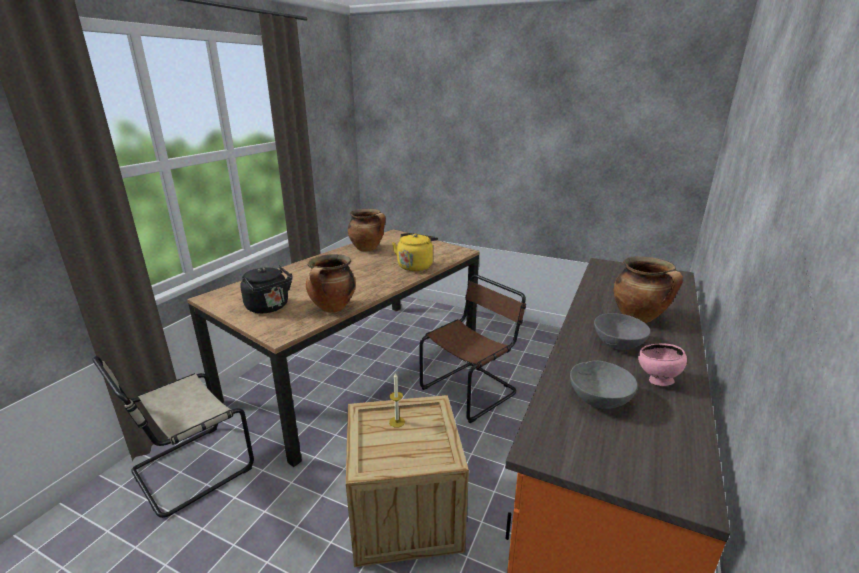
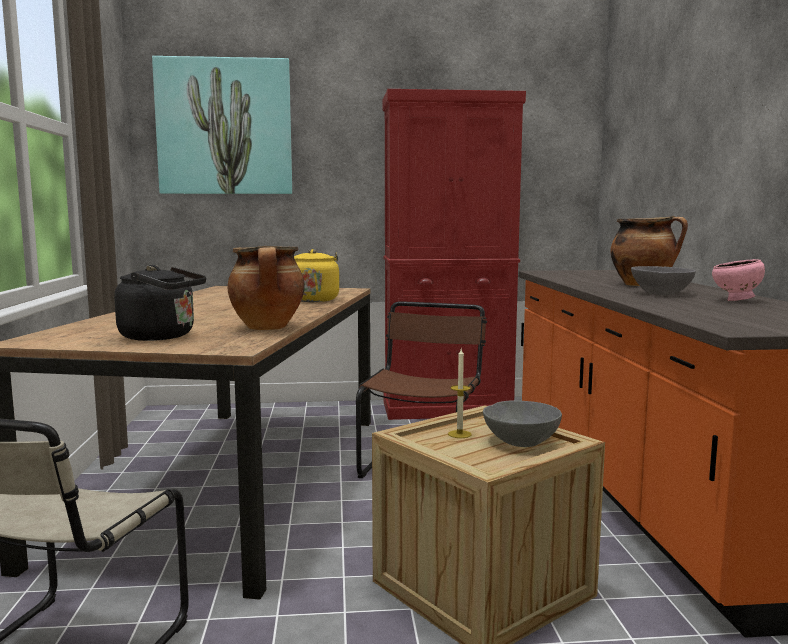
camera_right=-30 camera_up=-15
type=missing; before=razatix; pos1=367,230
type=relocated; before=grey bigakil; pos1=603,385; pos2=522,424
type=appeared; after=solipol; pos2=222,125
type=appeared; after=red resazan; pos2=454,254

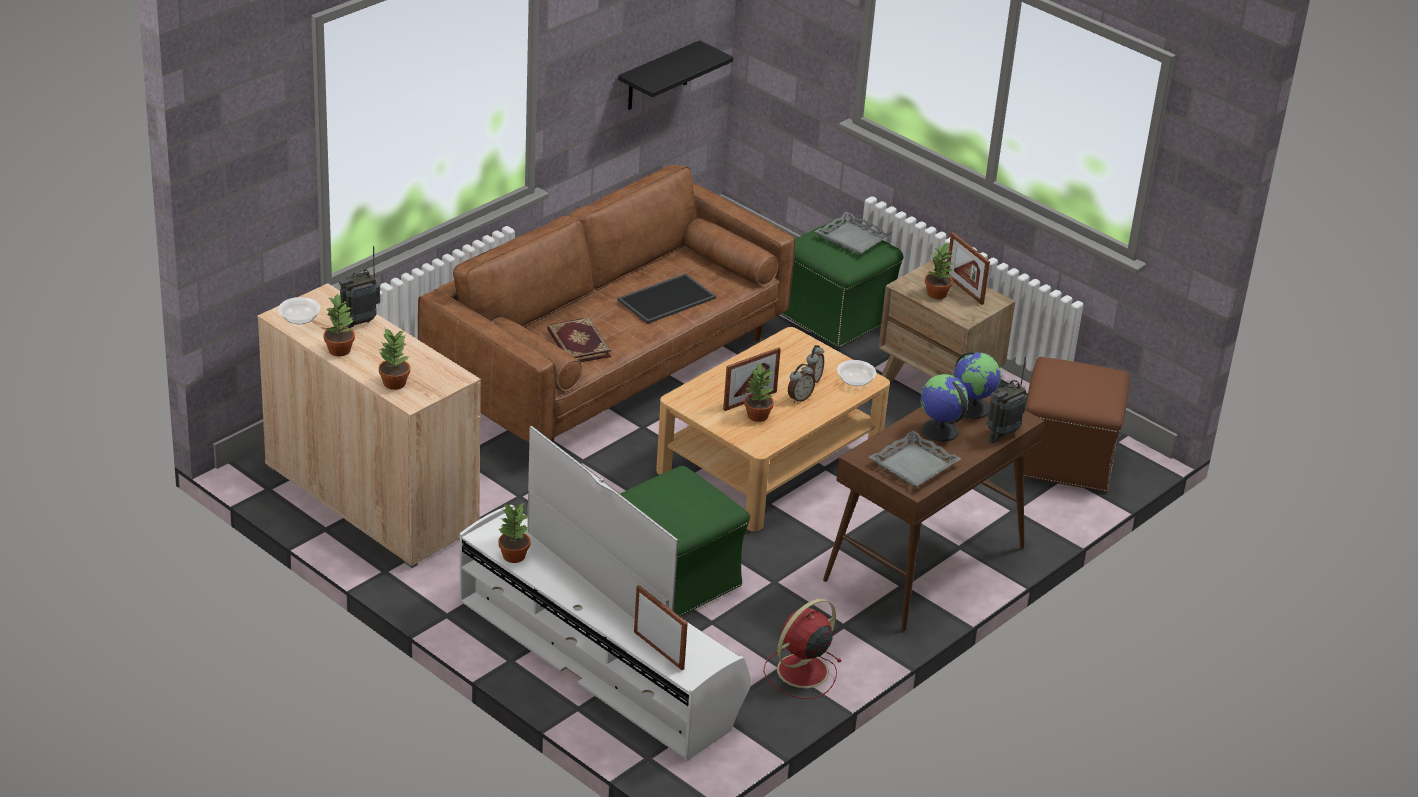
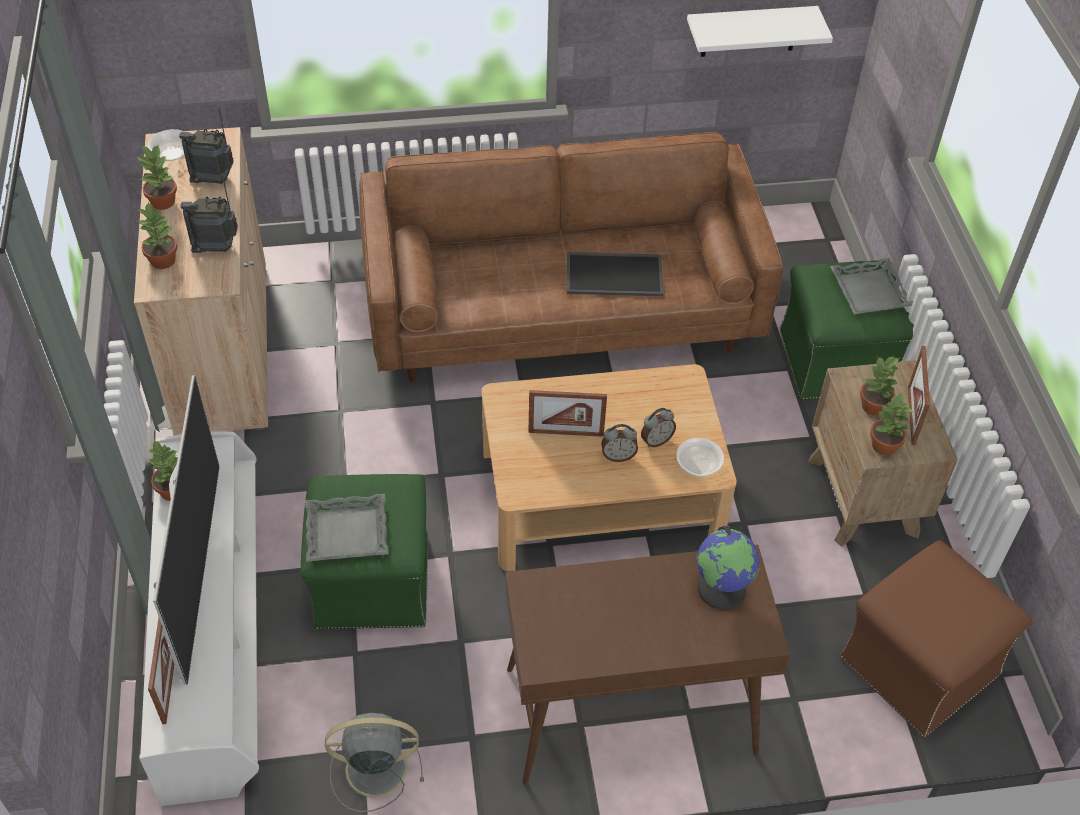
camera_right=40 camera_up=15
type=missing; before=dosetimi; pos1=579,339
type=colour; before=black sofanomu; after=white sofanomu; pos1=676,75; pos2=760,31
type=relocated; before=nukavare; pos1=759,392; pos2=891,424
type=colour; before=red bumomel; after=grey bumomel; pos1=802,649; pos2=374,762
type=relocated; before=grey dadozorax; pos1=915,459; pos2=347,528
type=missing; before=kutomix; pos1=944,408
type=relocated; before=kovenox; pos1=1007,399; pos2=209,214

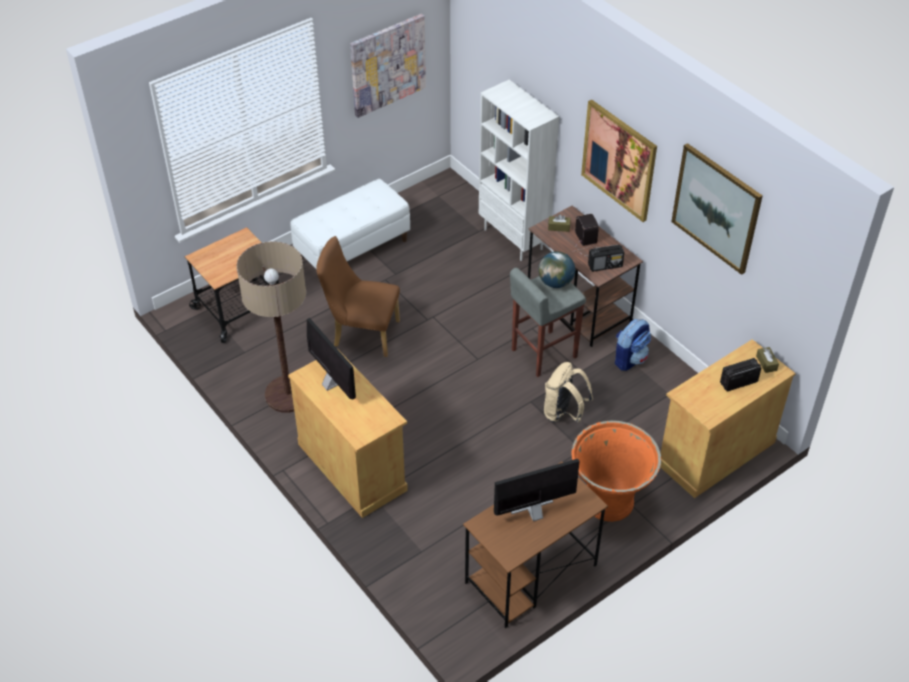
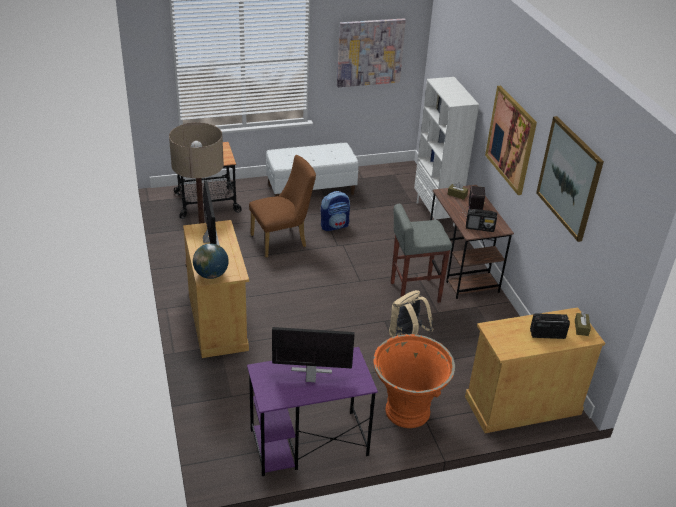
camera_right=20 camera_up=-10
type=spun; before=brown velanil; pos1=358,296; pos2=282,206; turn=120
type=colour; before=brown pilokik; after=purple pilokik; pos1=535,544; pos2=312,411
type=relocated; before=kutomix; pos1=557,269; pos2=211,261
type=relocated; before=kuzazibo; pos1=633,345; pos2=335,211

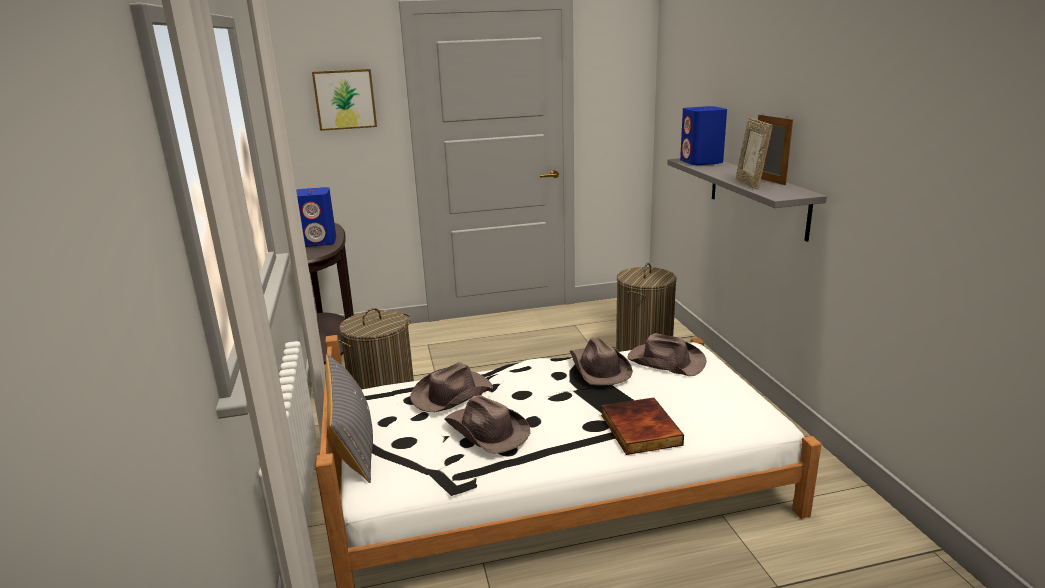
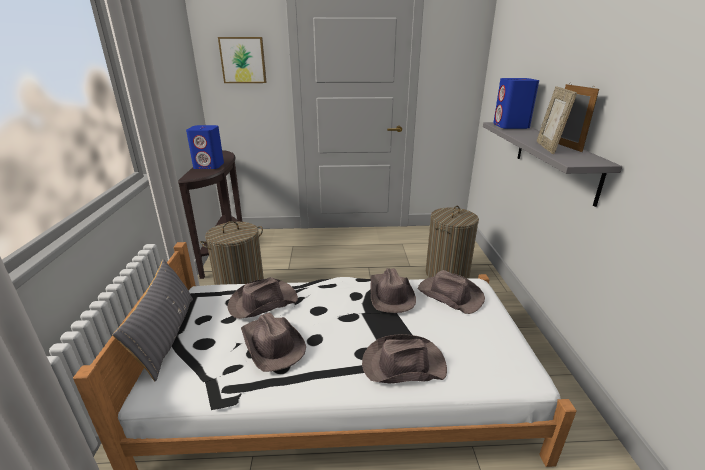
camera_right=10 camera_up=5
type=exchanged; before=dosetimi; after=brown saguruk; pos1=642,426; pos2=404,358

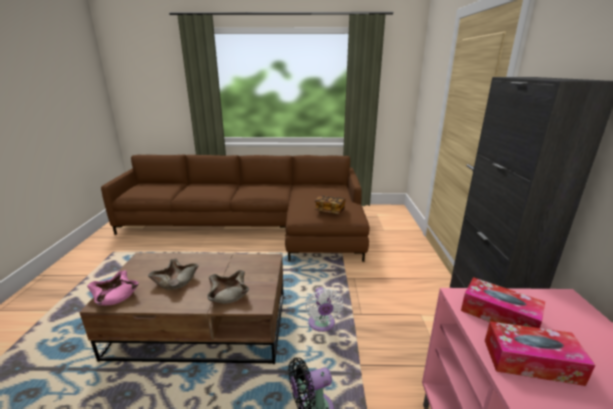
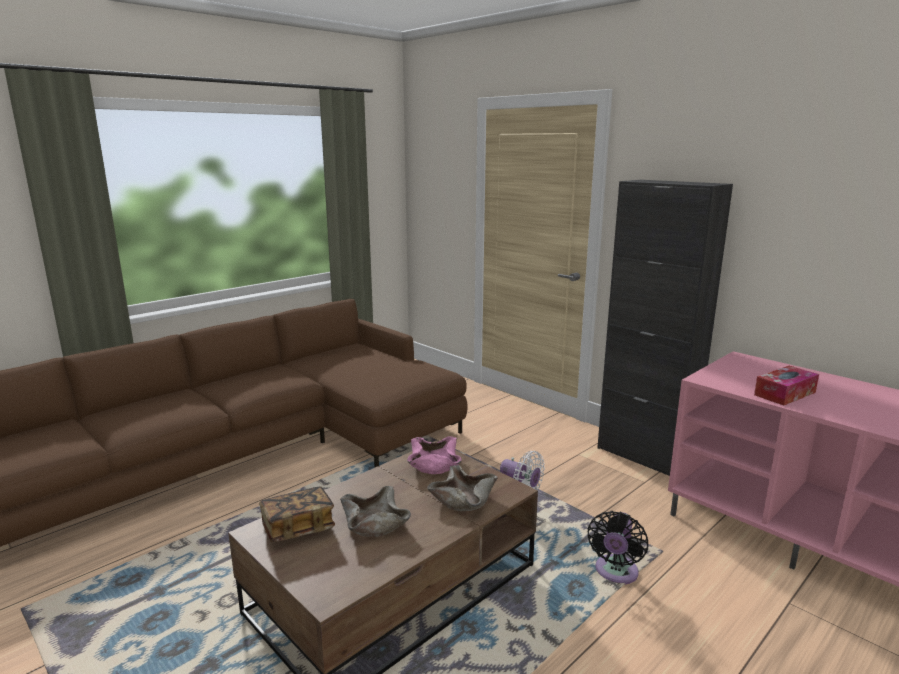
camera_right=-45 camera_up=-5
type=relocated; before=pink bigakil; pos1=113,288; pos2=434,455
type=relocated; before=dosetimi; pos1=329,205; pos2=297,514
type=missing; before=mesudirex; pos1=503,302

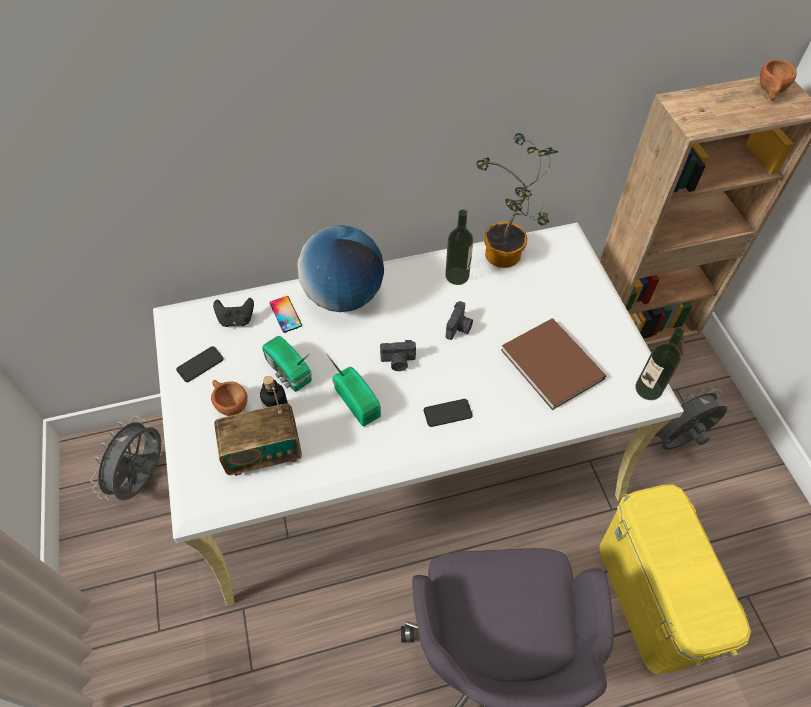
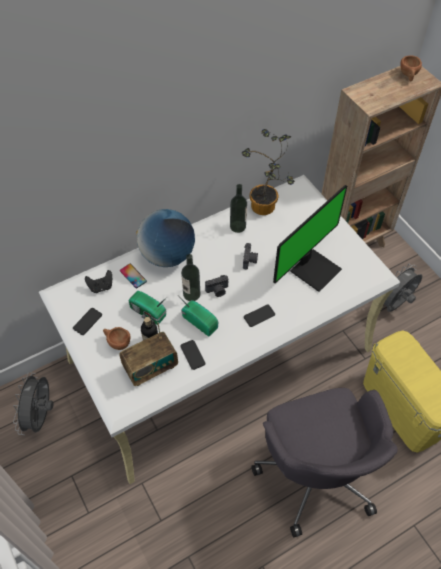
camera_right=-15 camera_up=0
type=exchanged; before=brown dosetimi; after=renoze; pos1=553,364; pos2=310,238
type=relocated; before=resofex; pos1=660,364; pos2=191,277
type=appeared; after=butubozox; pos2=192,355

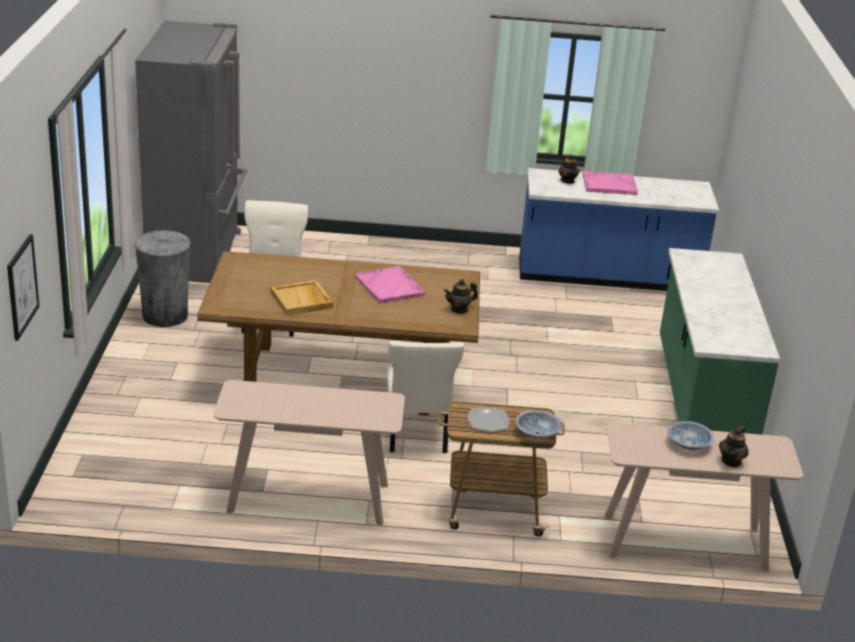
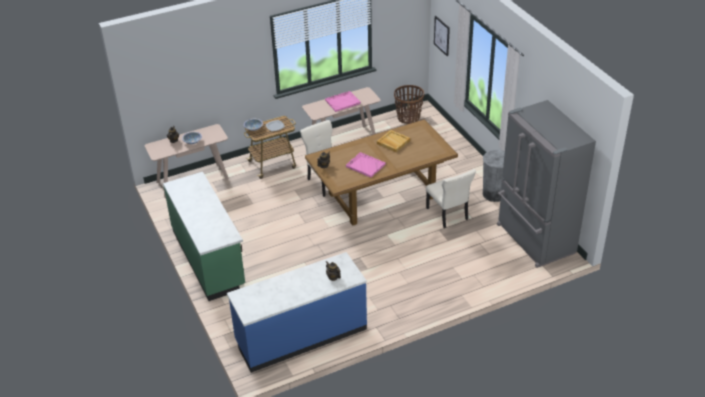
camera_right=155 camera_up=10
type=relocated; before=pink dadozorax; pos1=610,182; pos2=343,101
type=appeared; after=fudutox; pos2=409,104

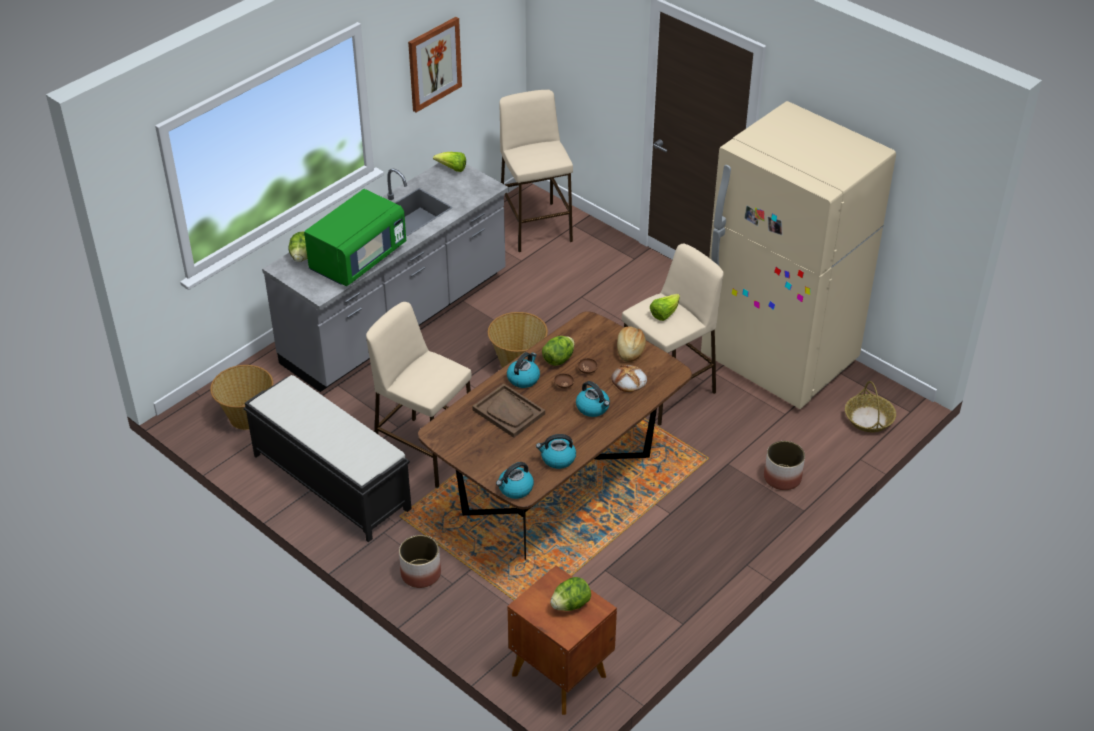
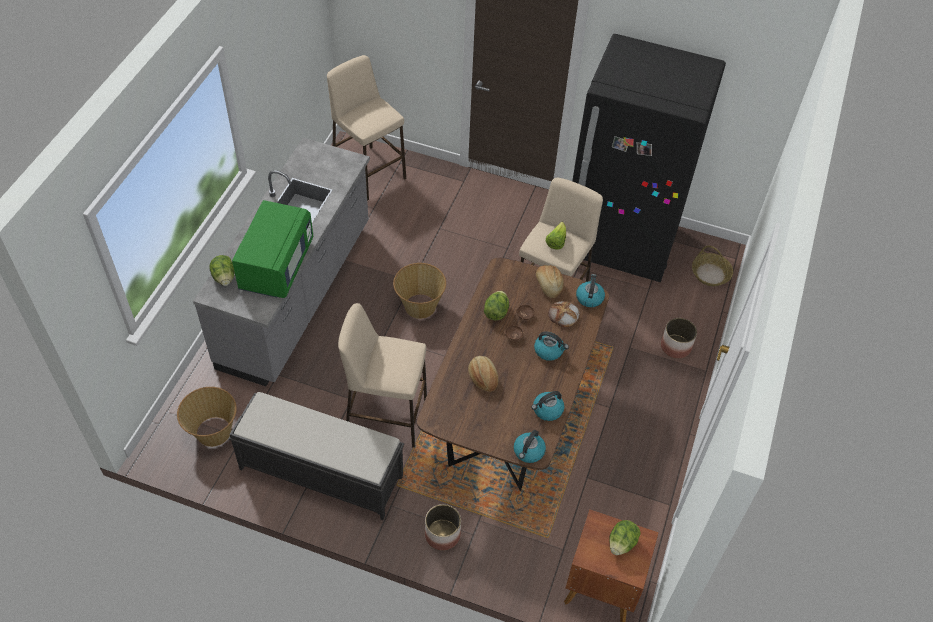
camera_right=-25 camera_up=10
type=missing; before=solipol; pos1=435,64
type=missing; before=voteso; pos1=449,162
type=exchanged; before=brown dadozorax; after=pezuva; pos1=508,411; pos2=483,374
type=relocated; before=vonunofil; pos1=523,370; pos2=590,290
type=colour; before=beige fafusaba; after=black fafusaba; pos1=798,255; pos2=649,158

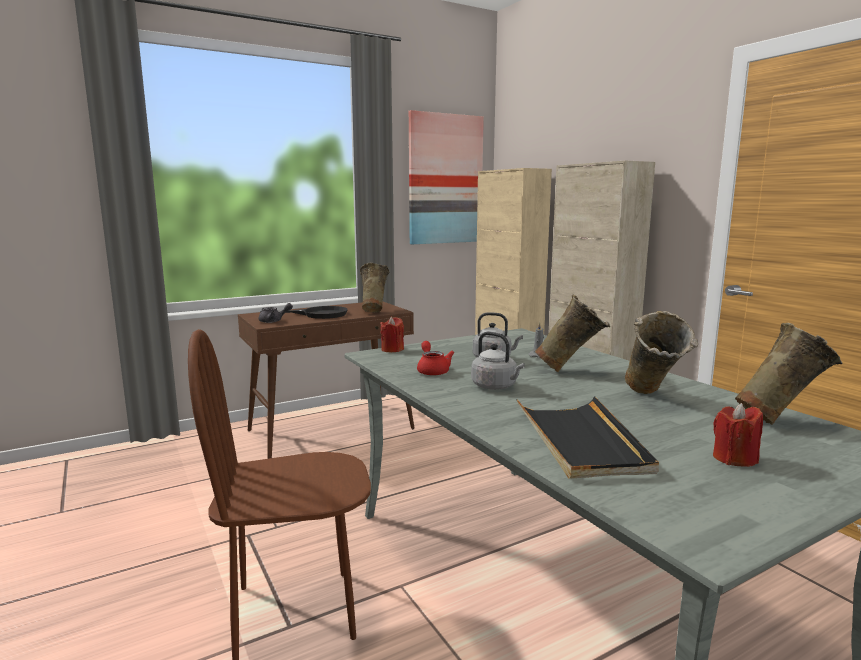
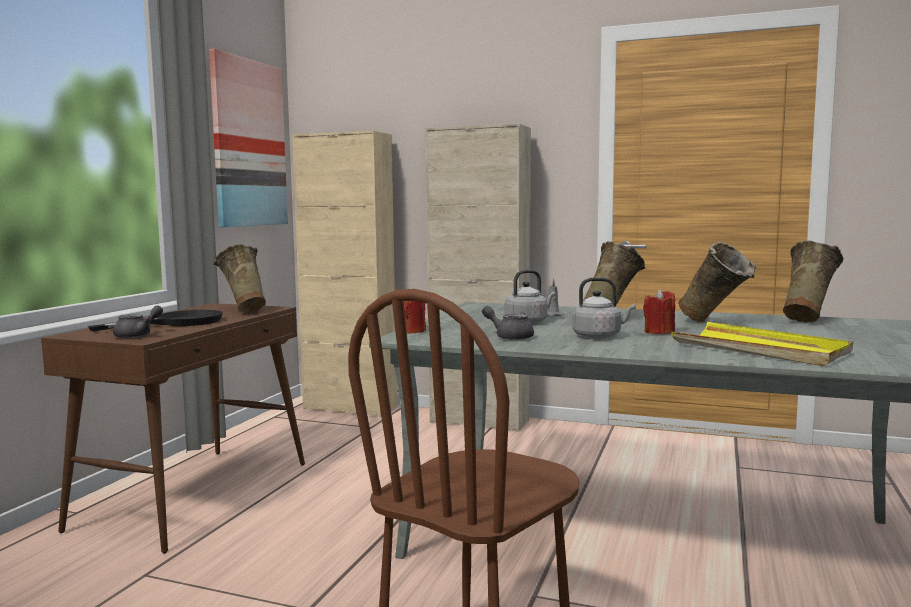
camera_right=-40 camera_up=-5
type=colour; before=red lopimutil; after=grey lopimutil; pos1=435,358; pos2=508,323
type=colour; before=black dadozorax; after=yellow dadozorax; pos1=587,437; pos2=762,344
type=relocated; before=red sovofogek; pos1=738,435; pos2=659,311

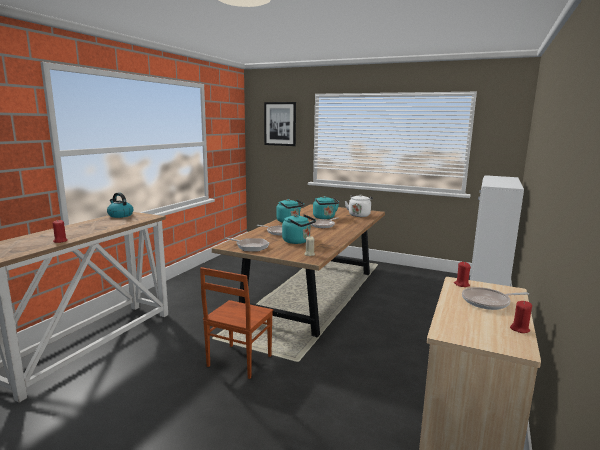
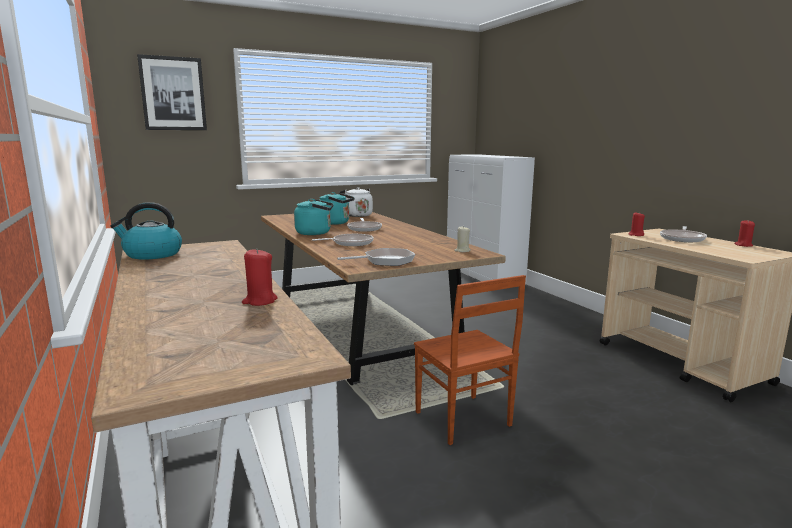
camera_right=-50 camera_up=0
type=missing; before=turquoise vonunofil; pos1=299,229

